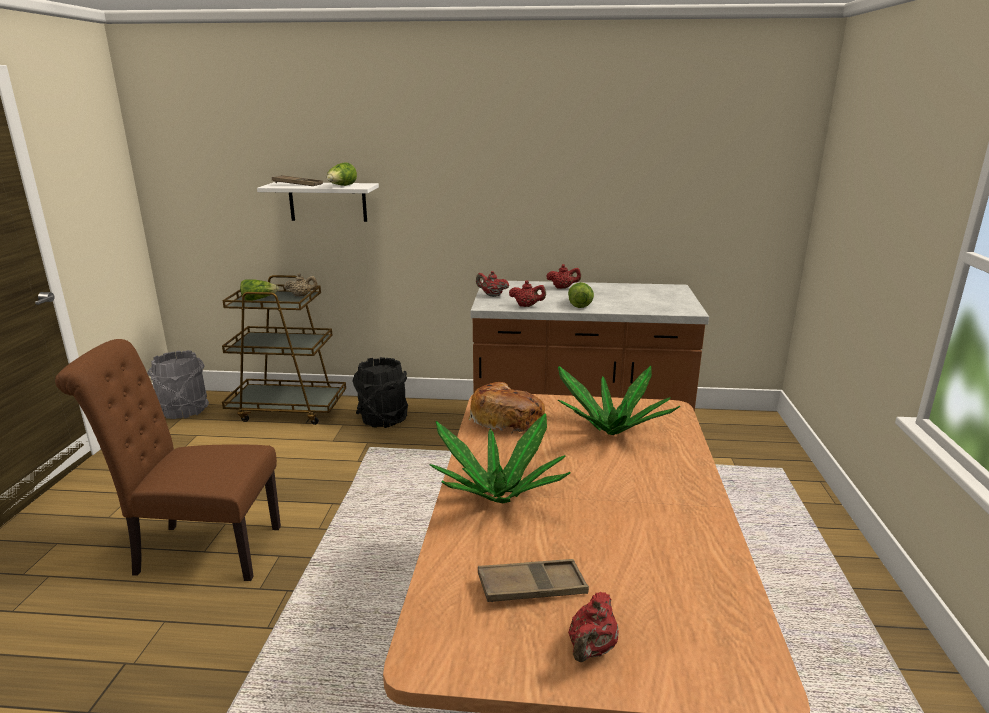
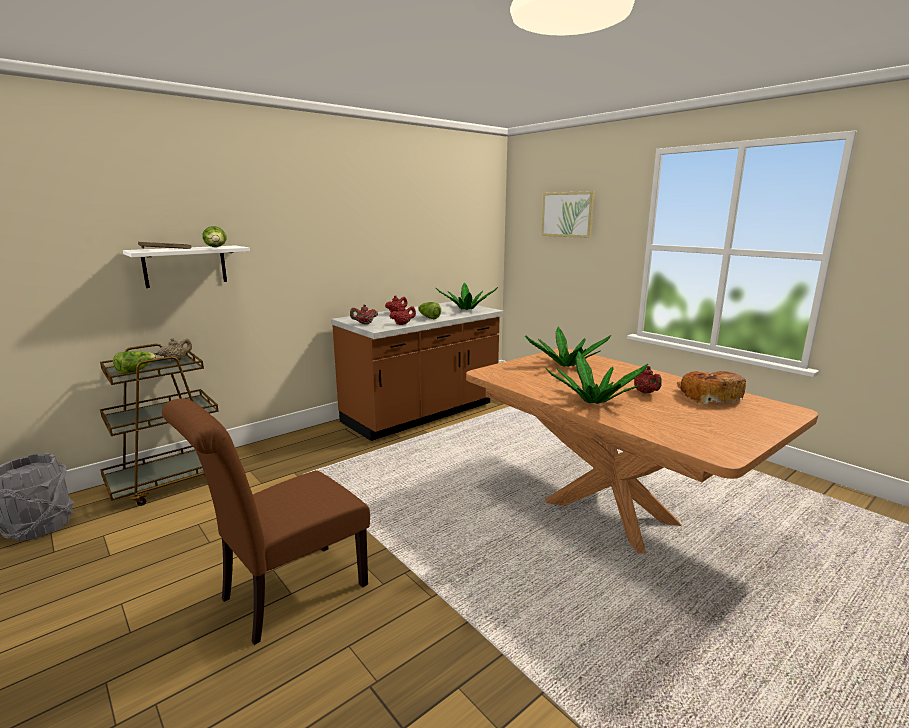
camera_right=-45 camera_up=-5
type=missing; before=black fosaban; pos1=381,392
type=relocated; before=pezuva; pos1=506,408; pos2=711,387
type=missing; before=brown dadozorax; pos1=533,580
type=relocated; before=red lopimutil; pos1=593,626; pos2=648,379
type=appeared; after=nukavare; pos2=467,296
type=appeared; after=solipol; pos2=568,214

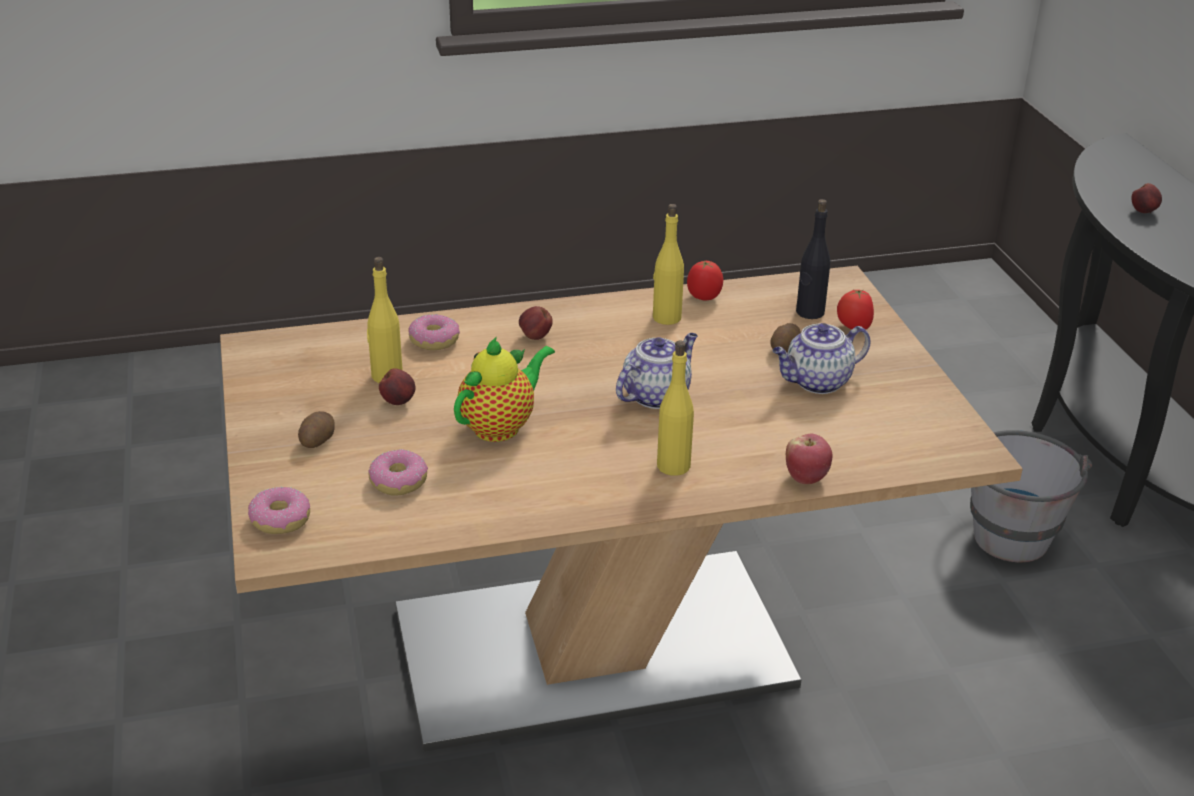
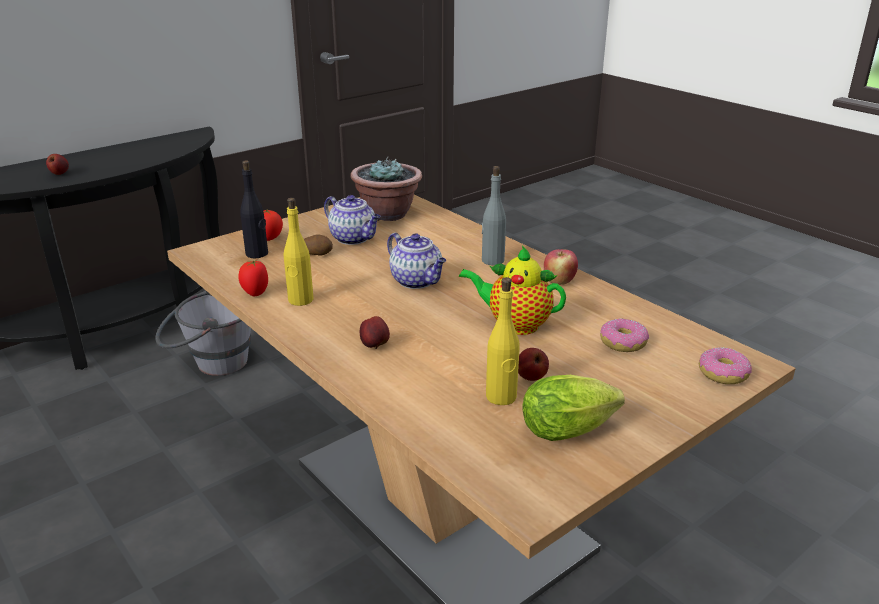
camera_right=-115 camera_up=-5
type=missing; before=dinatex; pos1=316,429
type=missing; before=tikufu; pos1=434,332
type=spun; before=lopimutil; pos1=657,371; pos2=416,261; turn=-150
type=colour; before=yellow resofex; after=grey resofex; pos1=675,408; pos2=494,215
type=relocated; before=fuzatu; pos1=809,459; pos2=561,267
type=appeared; after=nukavare; pos2=386,189
type=appeared; after=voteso; pos2=573,408

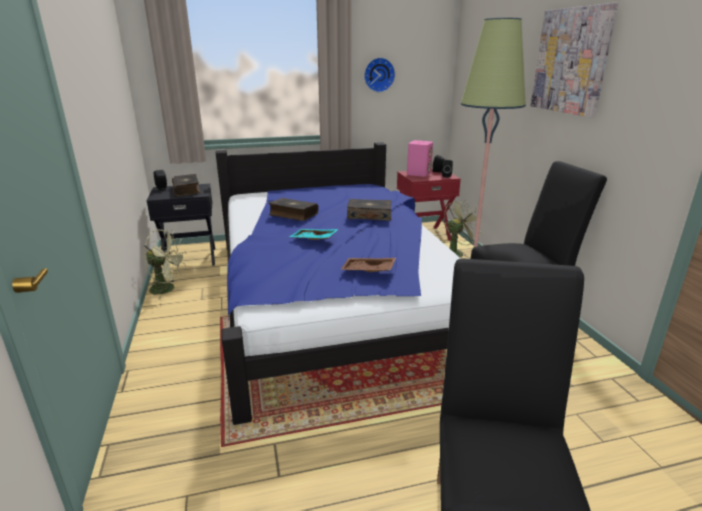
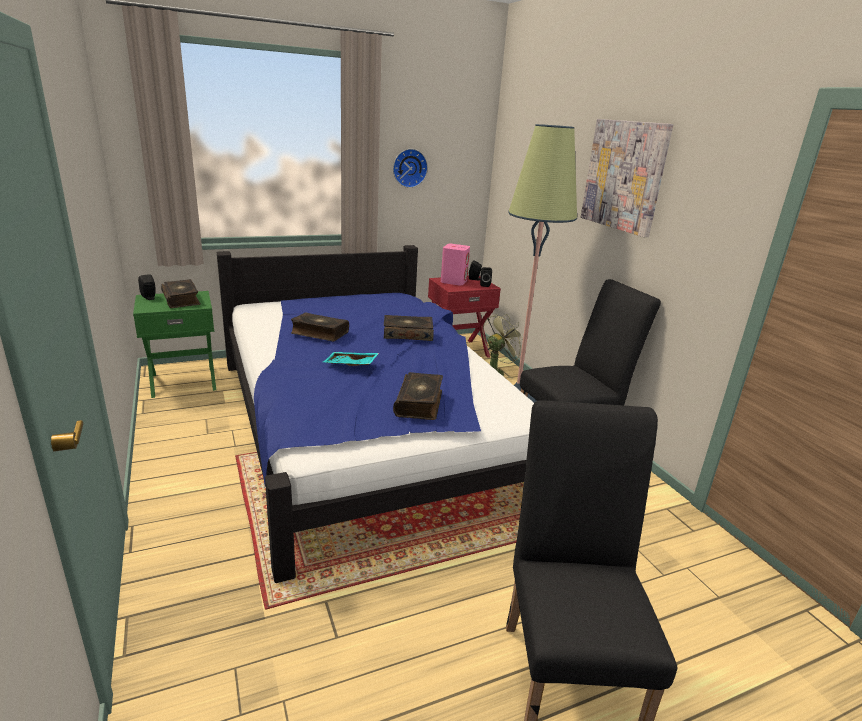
camera_right=-10 camera_up=0
type=missing; before=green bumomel; pos1=165,264
type=colour; before=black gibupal; after=green gibupal; pos1=181,225; pos2=174,344
type=exchanged; before=brown dadozorax; after=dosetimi; pos1=368,265; pos2=418,396

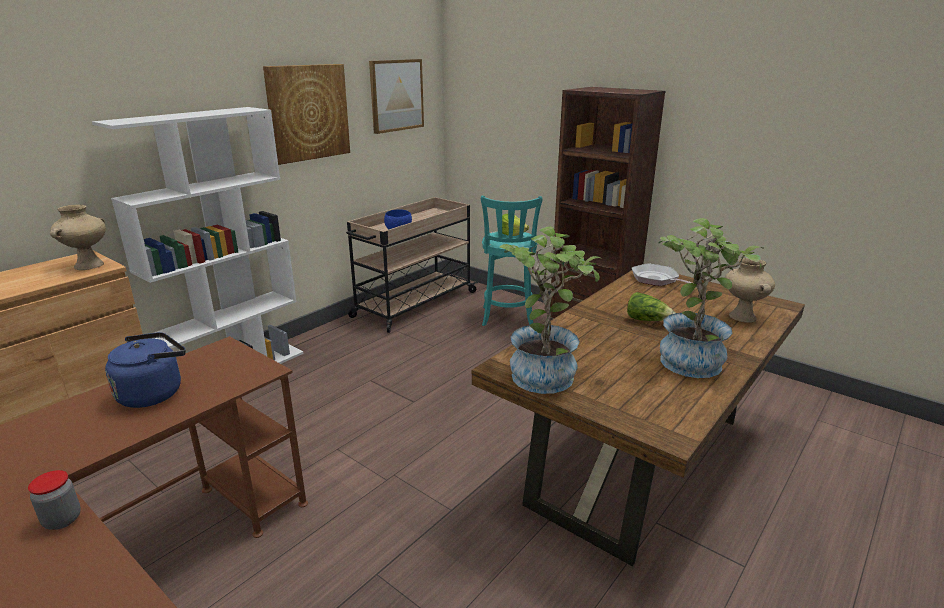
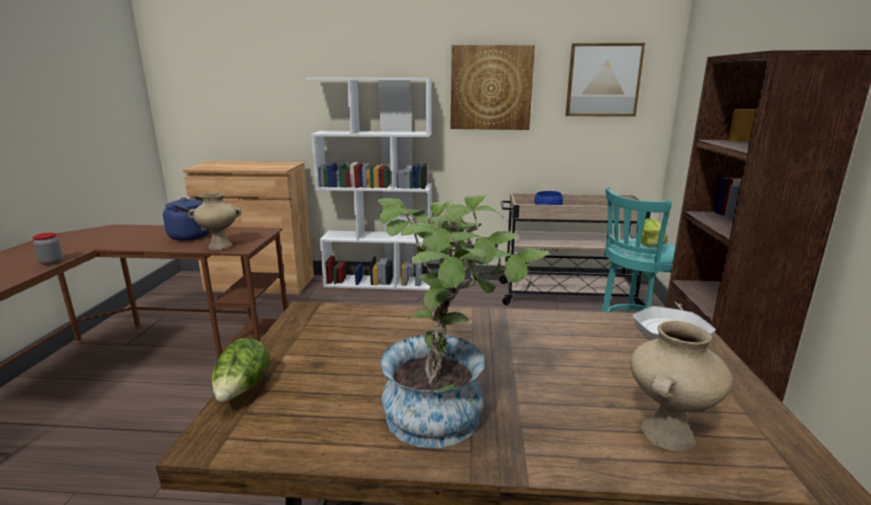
camera_right=55 camera_up=-5
type=relocated; before=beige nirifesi; pos1=78,237; pos2=215,221
type=missing; before=nukavare; pos1=552,310
type=relocated; before=voteso; pos1=651,306; pos2=240,370

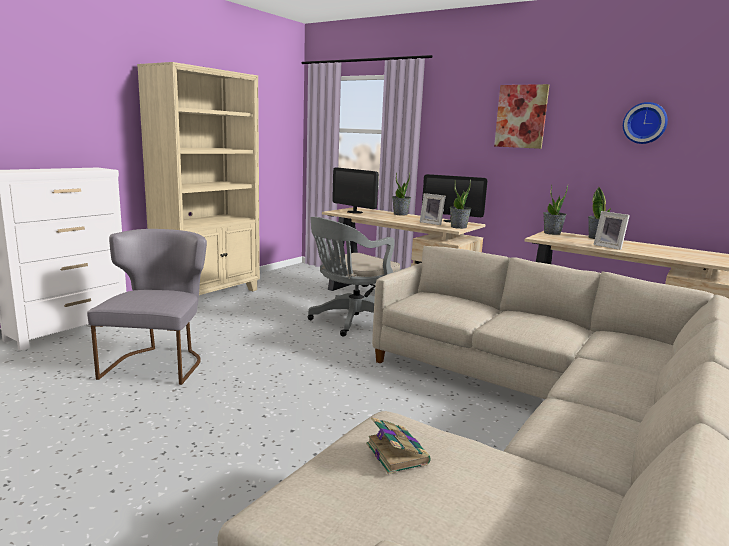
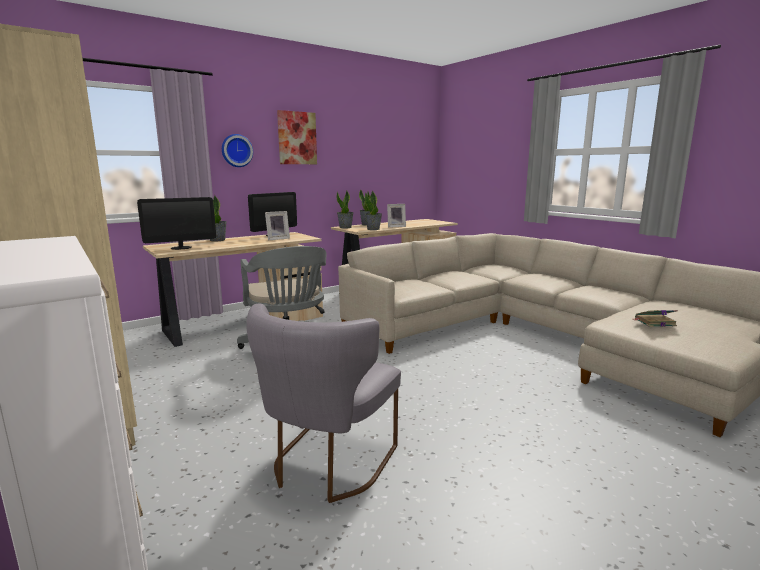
camera_right=-70 camera_up=0
type=spun; before=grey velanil; pos1=147,307; pos2=323,403; turn=-90
type=relocated; before=nukavare; pos1=461,204; pos2=373,210
type=relocated; before=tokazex; pos1=645,123; pos2=237,150

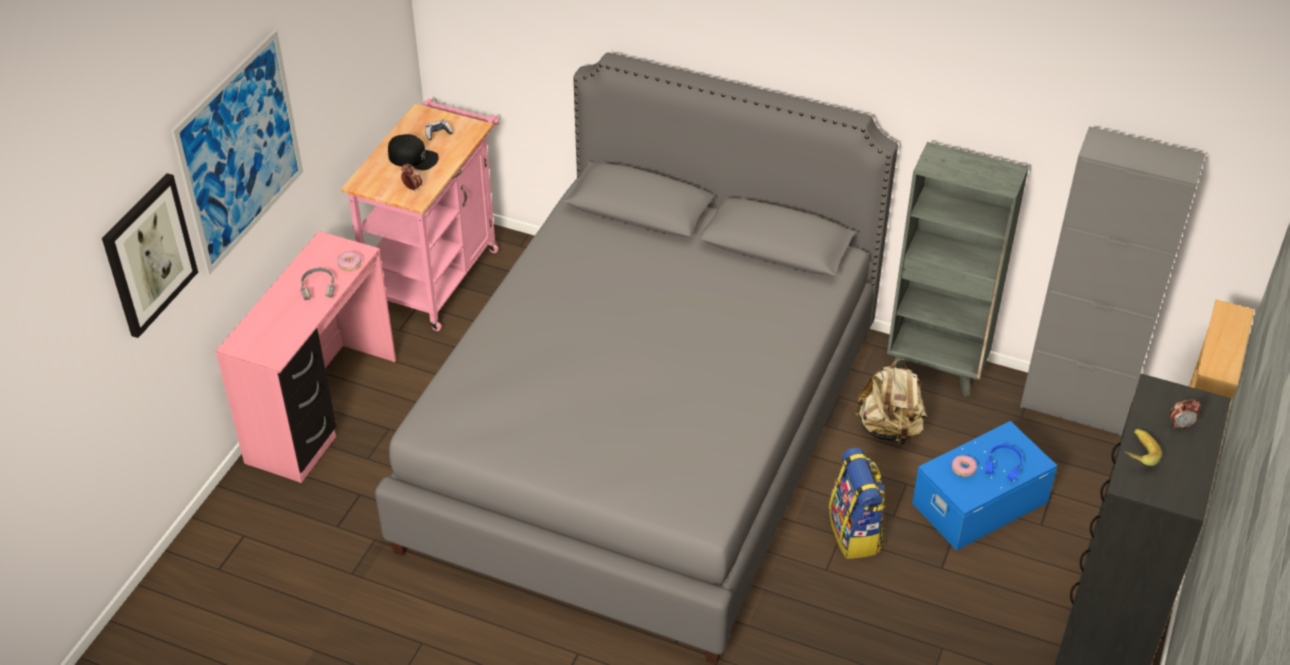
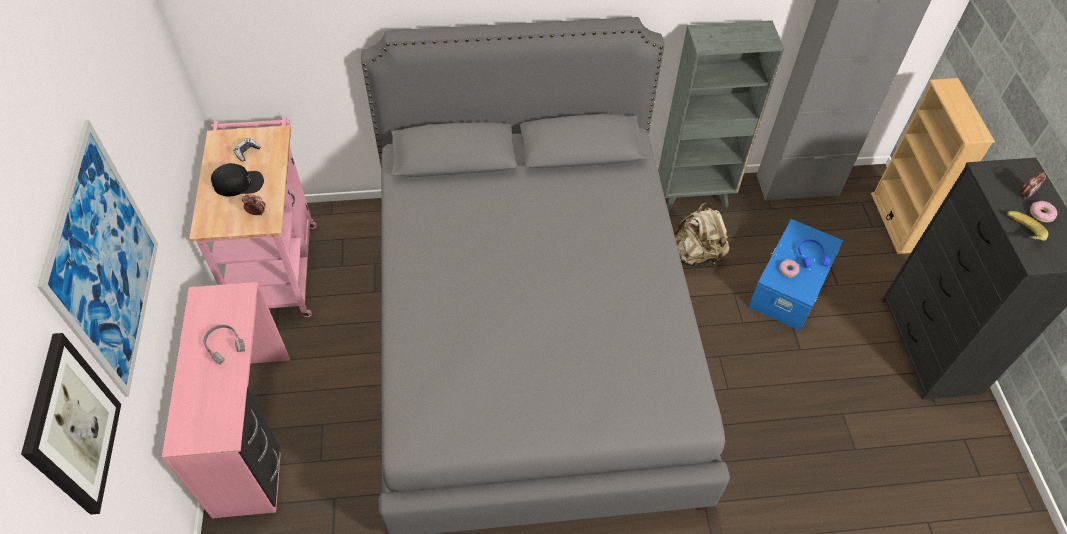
camera_right=-30 camera_up=10
type=relocated; before=tikufu; pos1=349,261; pos2=1043,211
type=missing; before=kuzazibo; pos1=857,503

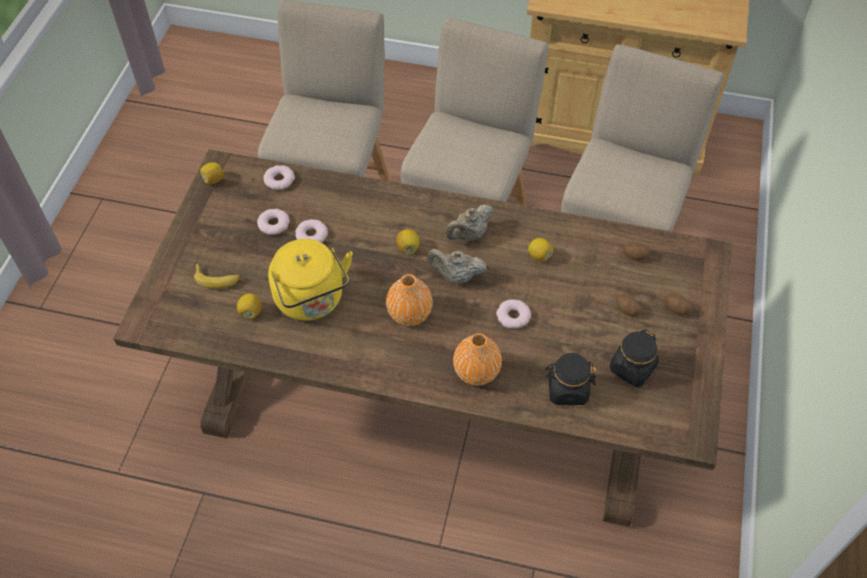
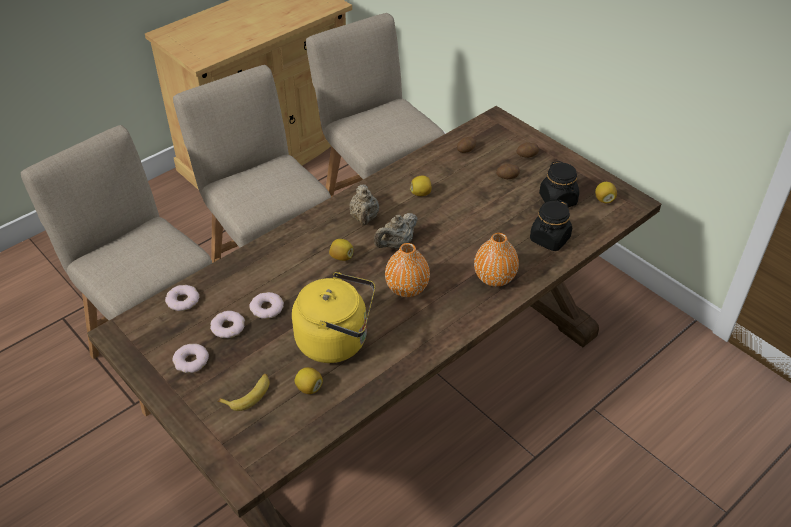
camera_right=-55 camera_up=-10
type=relocated; before=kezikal; pos1=212,173; pos2=606,192
type=relocated; before=tikufu; pos1=513,314; pos2=191,358

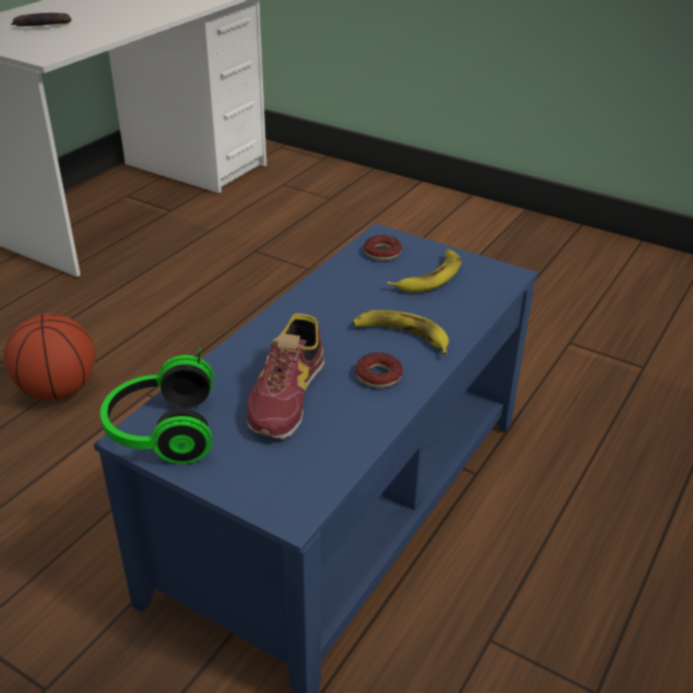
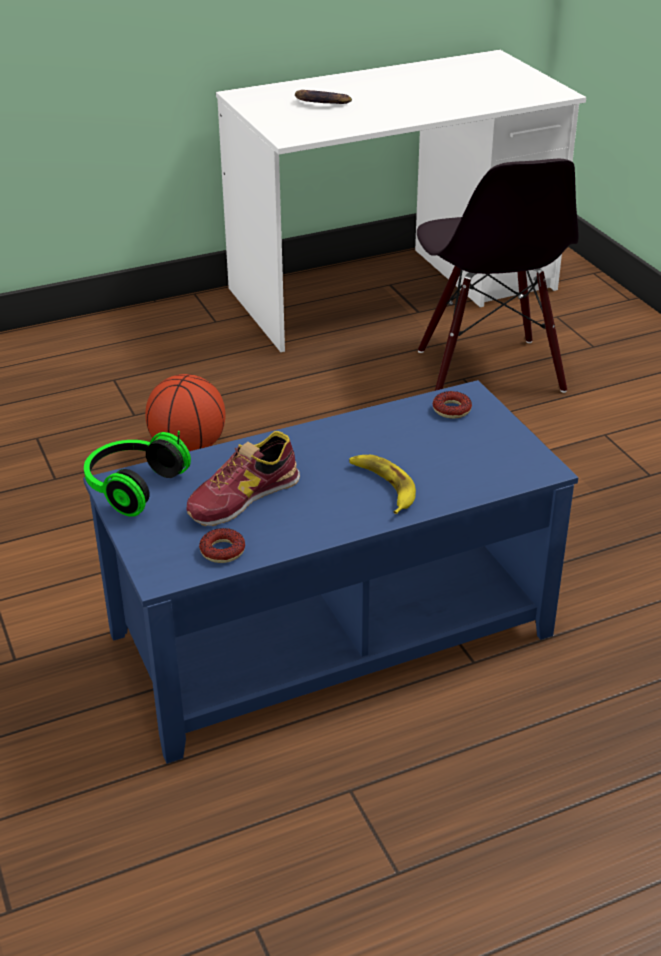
camera_right=35 camera_up=0
type=relocated; before=tikufu; pos1=379,370; pos2=222,545
type=missing; before=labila; pos1=424,270
type=appeared; after=black velanil; pos2=498,276

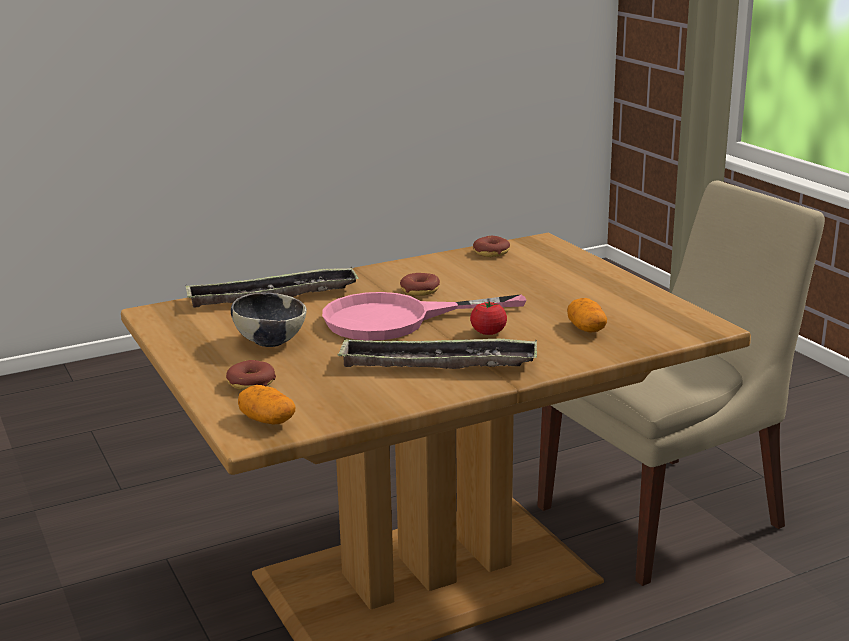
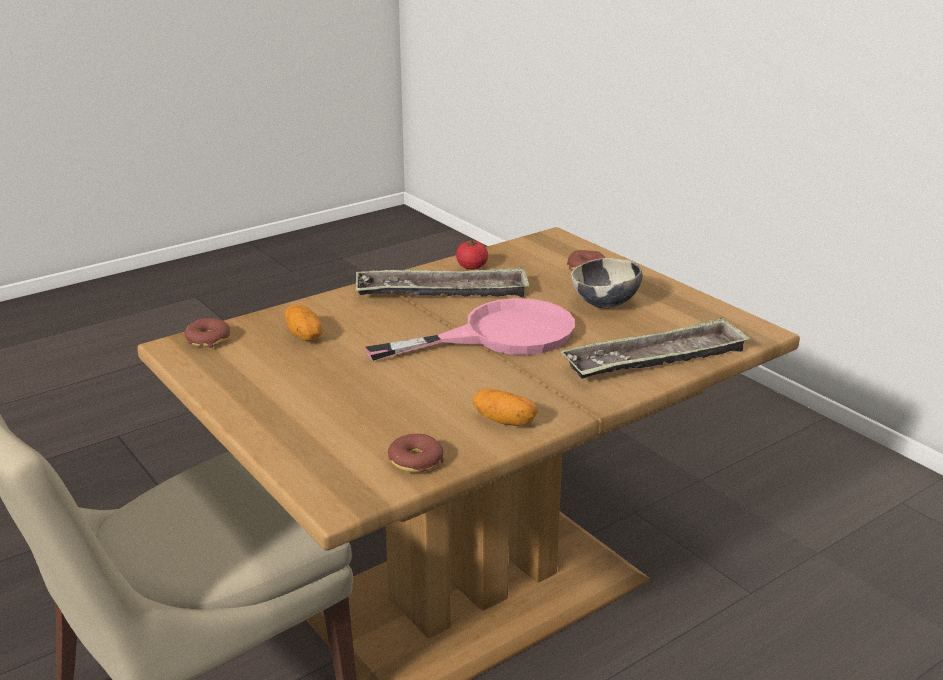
camera_right=170 camera_up=5
type=relocated; before=dinatex; pos1=266,404; pos2=505,407
type=relocated; before=tikufu; pos1=420,284; pos2=207,333
type=relocated; before=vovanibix; pos1=488,318; pos2=472,255

